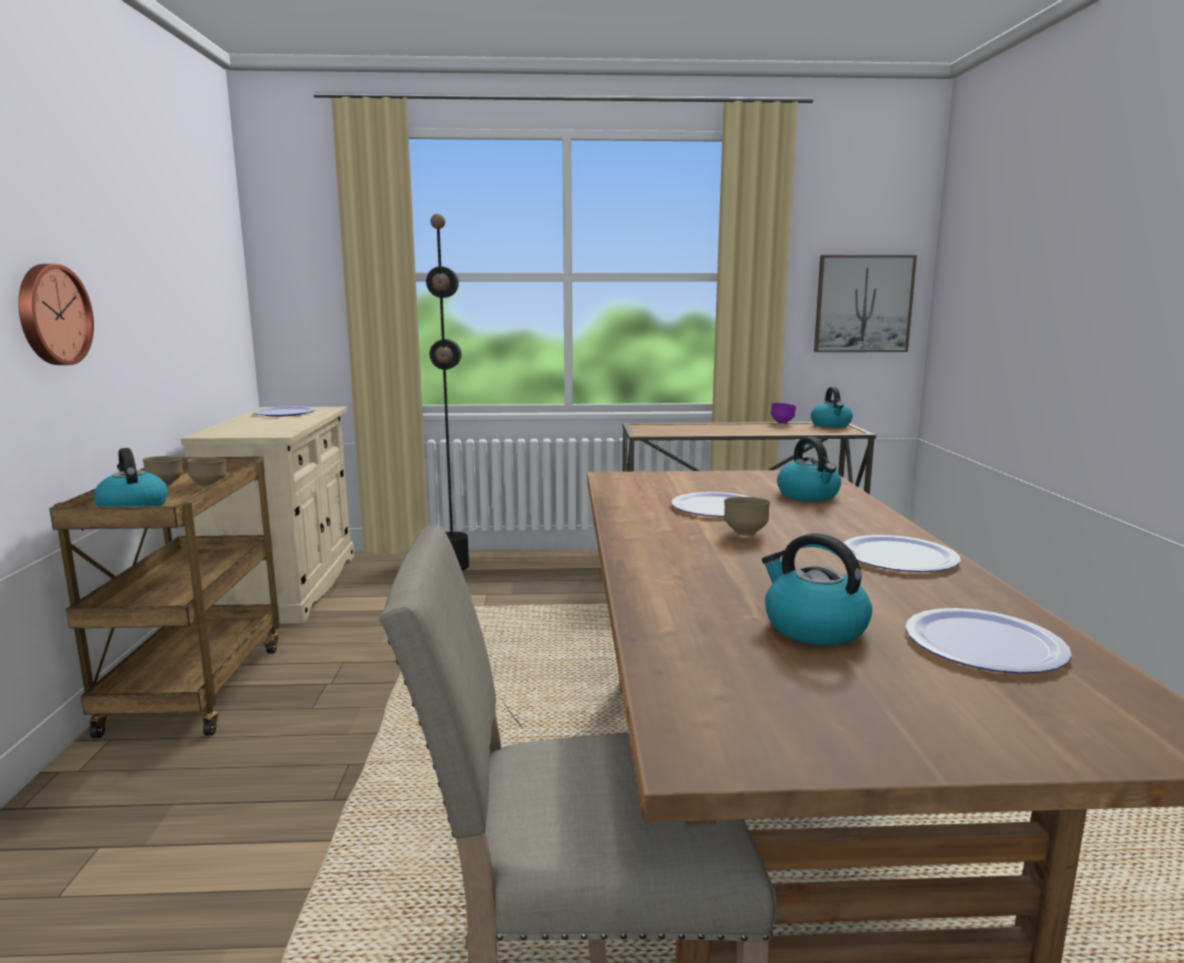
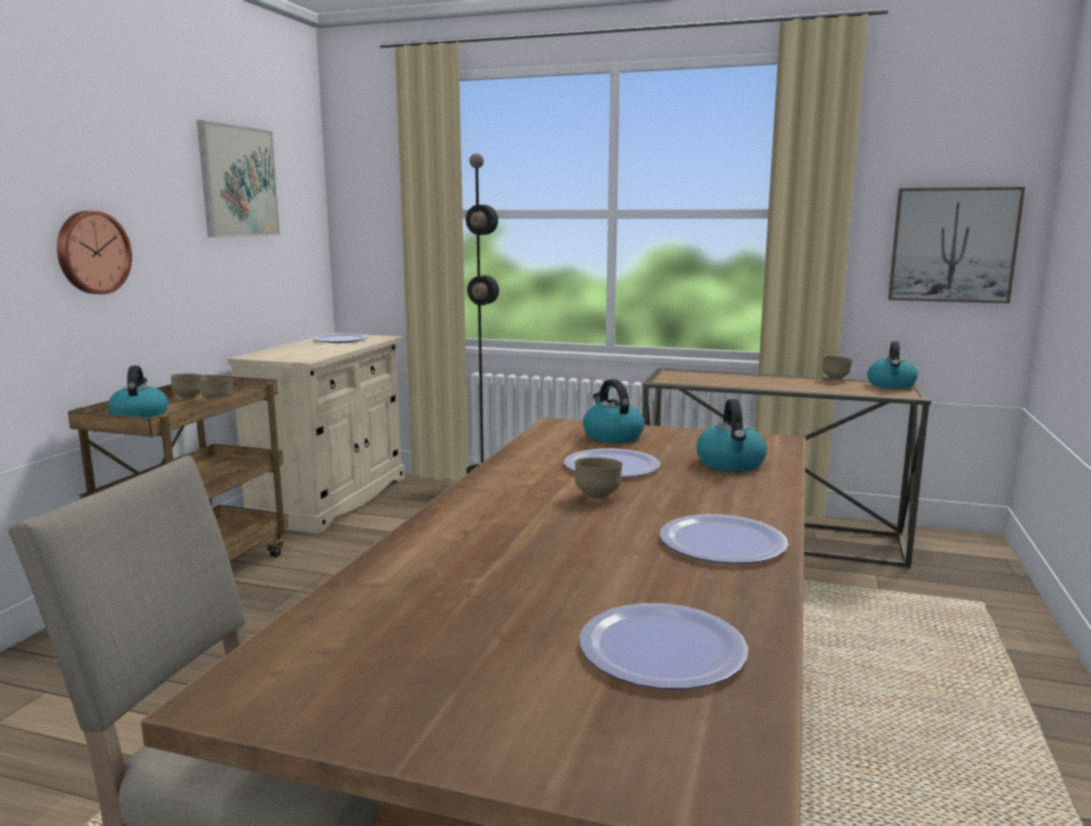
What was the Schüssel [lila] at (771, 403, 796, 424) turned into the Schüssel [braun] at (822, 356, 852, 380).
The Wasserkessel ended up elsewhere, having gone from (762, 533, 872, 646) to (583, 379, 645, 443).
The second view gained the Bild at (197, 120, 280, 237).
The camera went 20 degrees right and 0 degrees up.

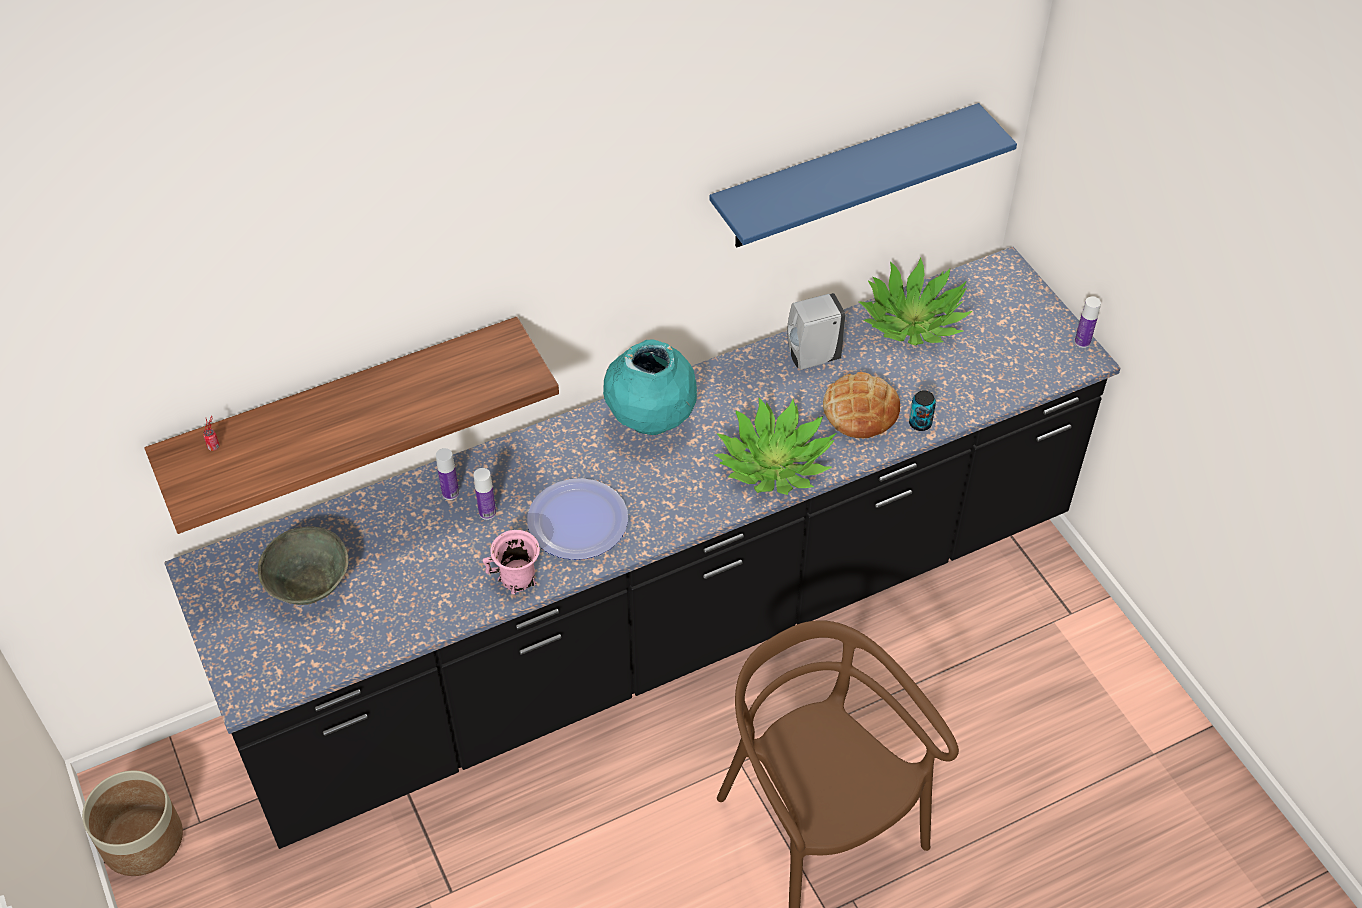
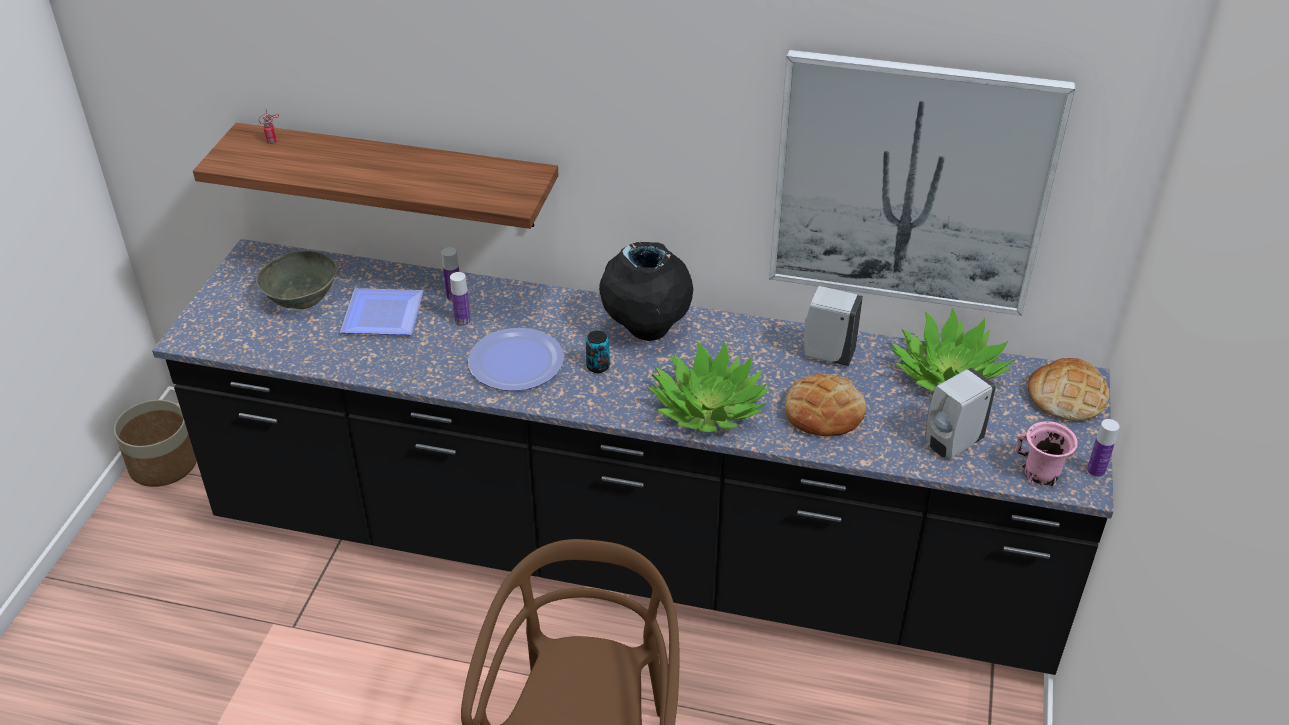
Where the Wandregal [blau] hung at (709, 103, 1017, 248), the Bild came to hang at (769, 50, 1075, 316).
What was the Vase [türkis] at (603, 339, 697, 435) turned into the Vase [schwarz] at (599, 242, 693, 341).
The Dose ended up elsewhere, having gone from (909, 390, 936, 431) to (586, 330, 610, 373).
The Henkelbecher [rosa] ended up elsewhere, having gone from (483, 530, 540, 594) to (1015, 421, 1077, 487).
The second view gained the Teller at (340, 288, 423, 335).
The second view gained the Brot at (1027, 358, 1110, 421).
The second view gained the Seifenspender [weiß] at (925, 368, 996, 459).
The camera went 40 degrees right and 10 degrees down.

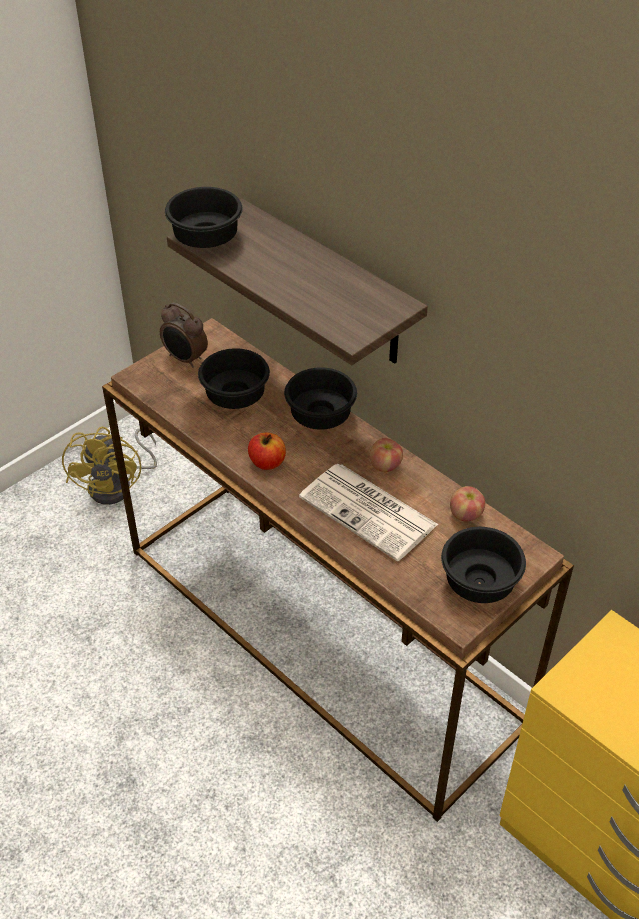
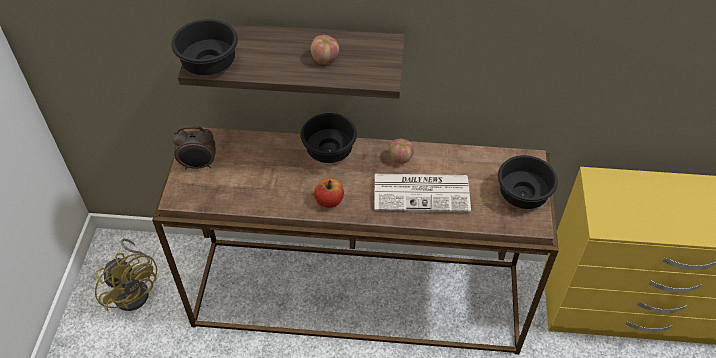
The second view lost the Schüssel [schwarz] at (198, 348, 270, 409).
The Apfel ended up elsewhere, having gone from (450, 486, 485, 521) to (311, 35, 339, 64).
The camera went 40 degrees left and 5 degrees up.

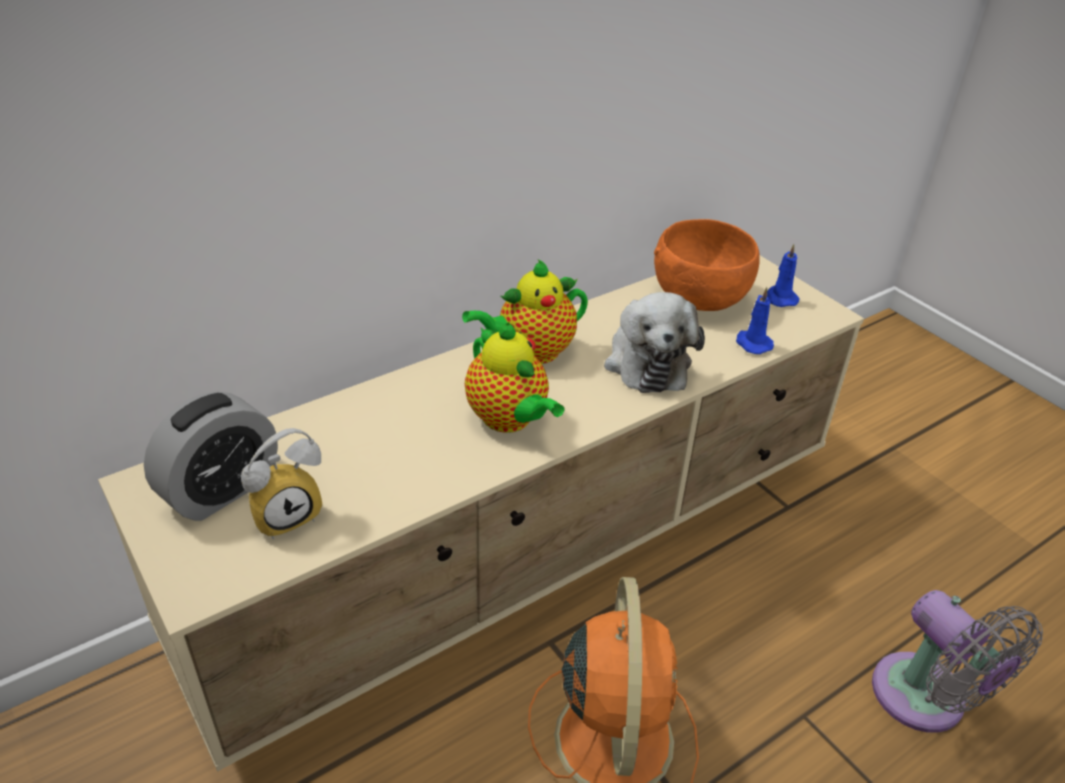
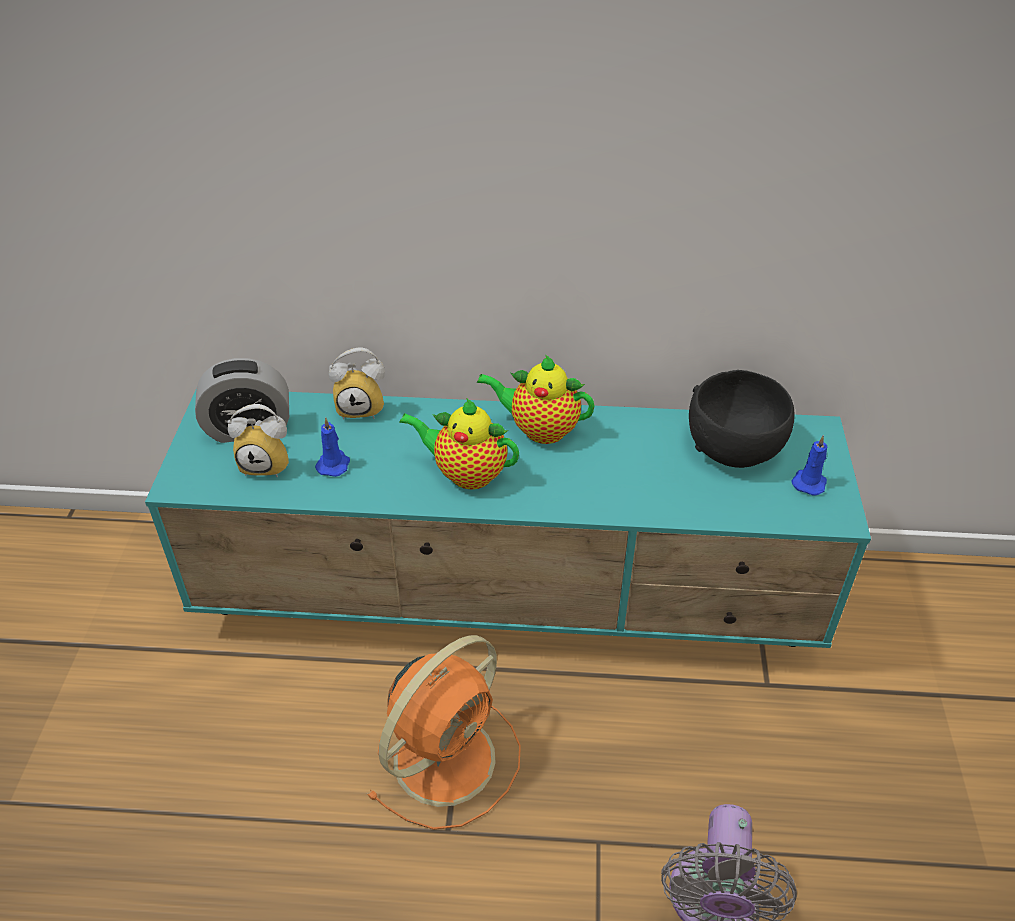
What was the Schüssel [orange] at (654, 219, 760, 311) turned into the Schüssel [schwarz] at (689, 370, 795, 468).
What was the Fernsehschrank [beige] at (98, 256, 864, 771) turned into the Fernsehschrank [türkis] at (145, 388, 871, 648).
The Kerze [blau] ended up elsewhere, having gone from (736, 287, 774, 354) to (315, 417, 350, 477).
The second view lost the Plüschtier at (604, 292, 705, 393).
The Teekanne at (465, 322, 564, 433) ended up facing another way, 105 degrees clockwise from before.
The second view gained the Wecker at (329, 347, 385, 420).
The camera went 40 degrees right and 5 degrees up.

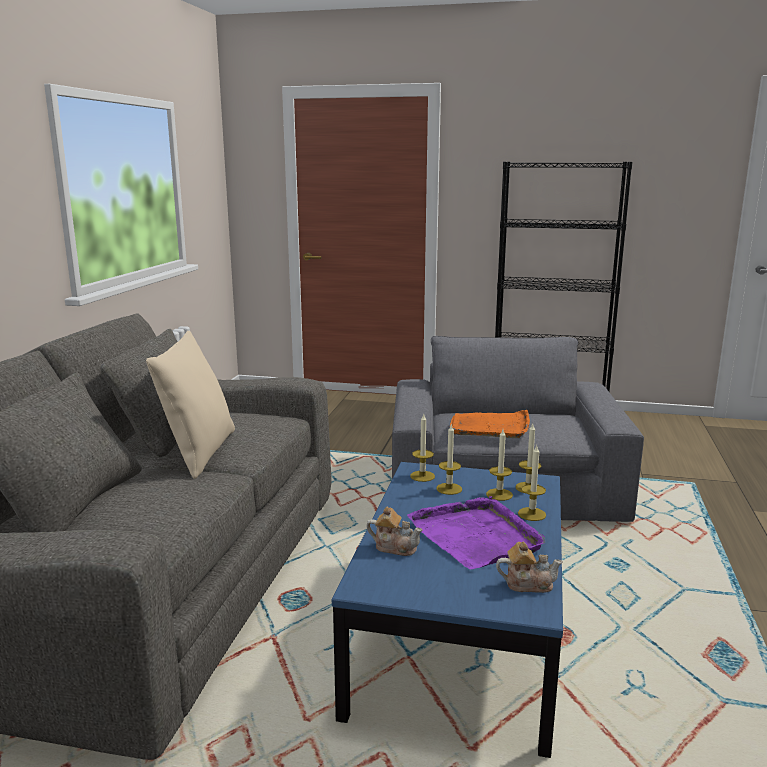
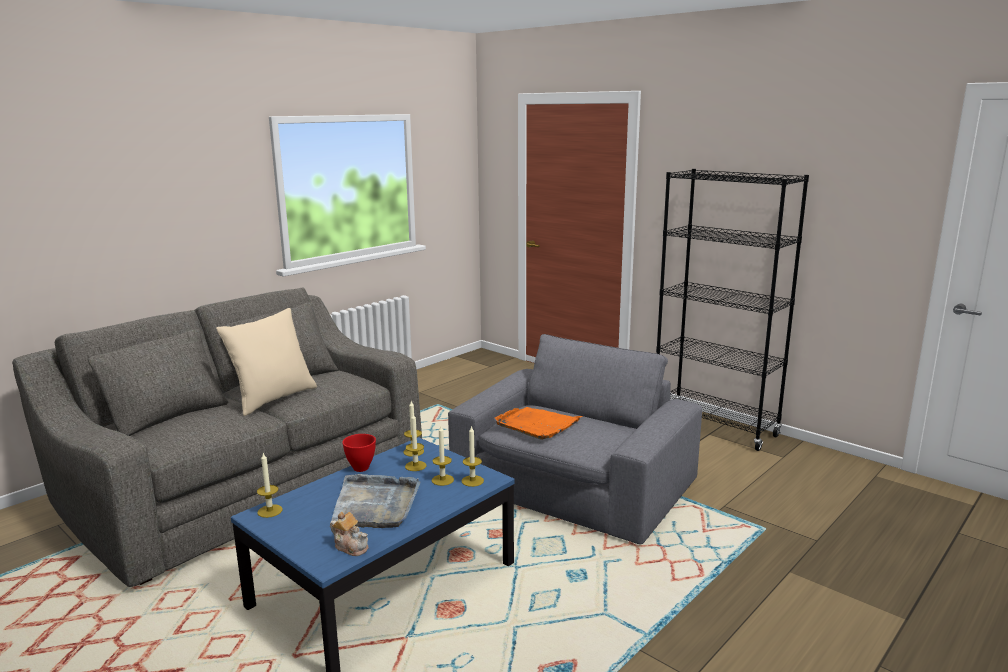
The Kerze ended up elsewhere, having gone from (518, 446, 546, 521) to (257, 453, 283, 518).
What was the Tablett [lila] at (407, 496, 545, 569) turned into the Tablett [grau] at (331, 474, 421, 528).
The second view lost the Teekanne at (367, 507, 422, 556).
The second view gained the Schüssel [rot] at (342, 434, 376, 472).
The camera went 30 degrees right and 0 degrees up.

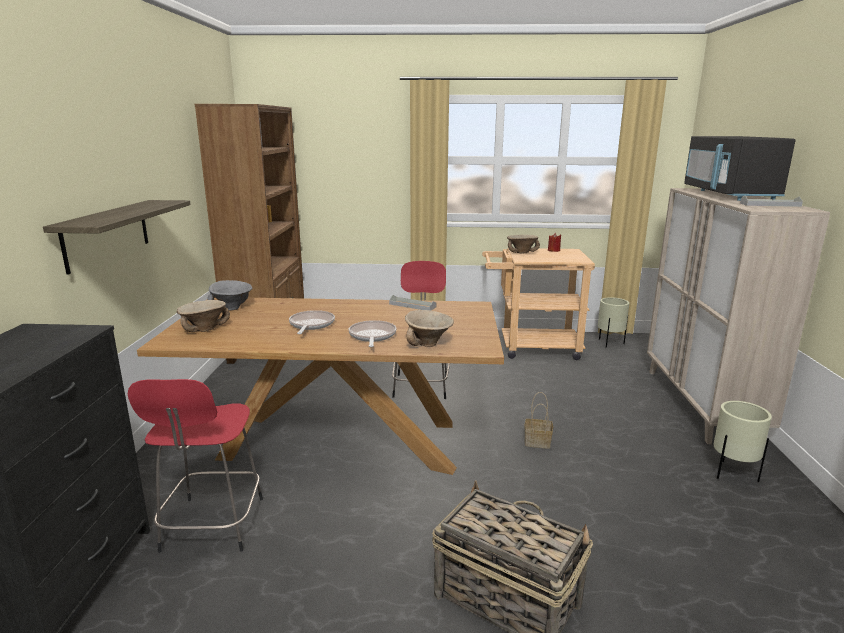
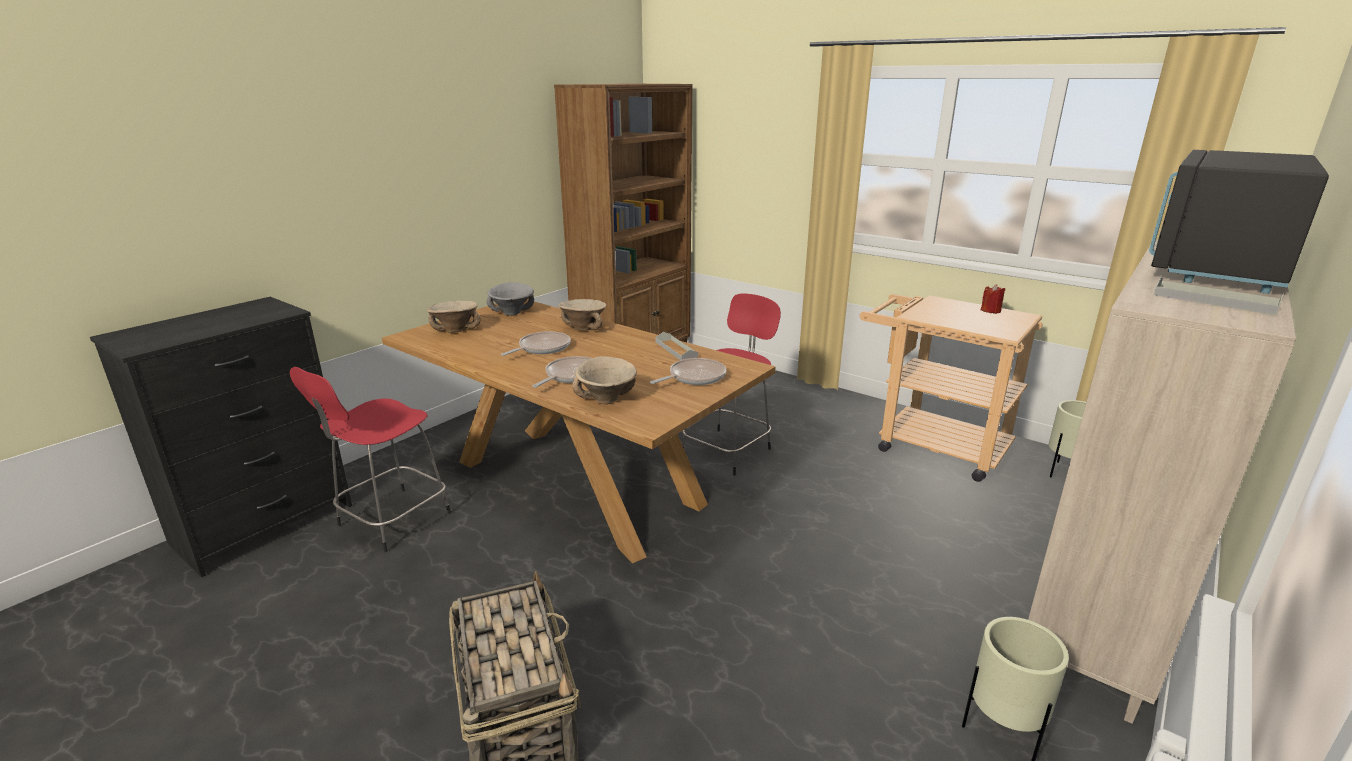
The second view lost the Wandregal at (43, 200, 191, 275).
The Schüssel [beige] ended up elsewhere, having gone from (507, 235, 540, 253) to (558, 299, 607, 331).
The second view lost the Korb at (524, 392, 553, 449).
The second view gained the Pfanne at (650, 358, 726, 385).
The camera went 35 degrees right and 5 degrees up.

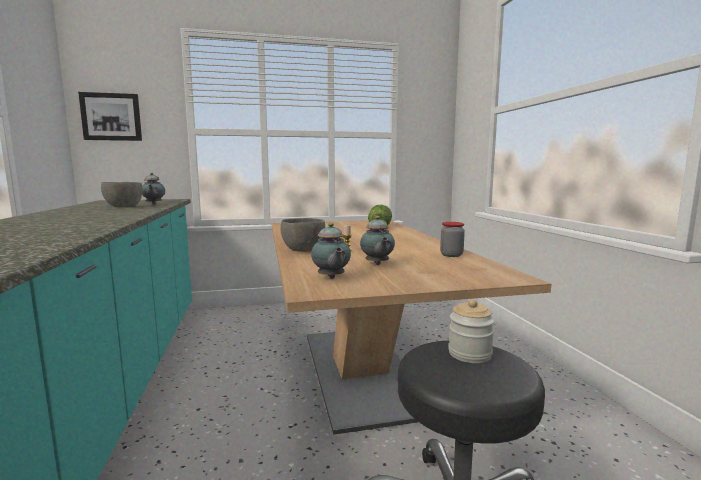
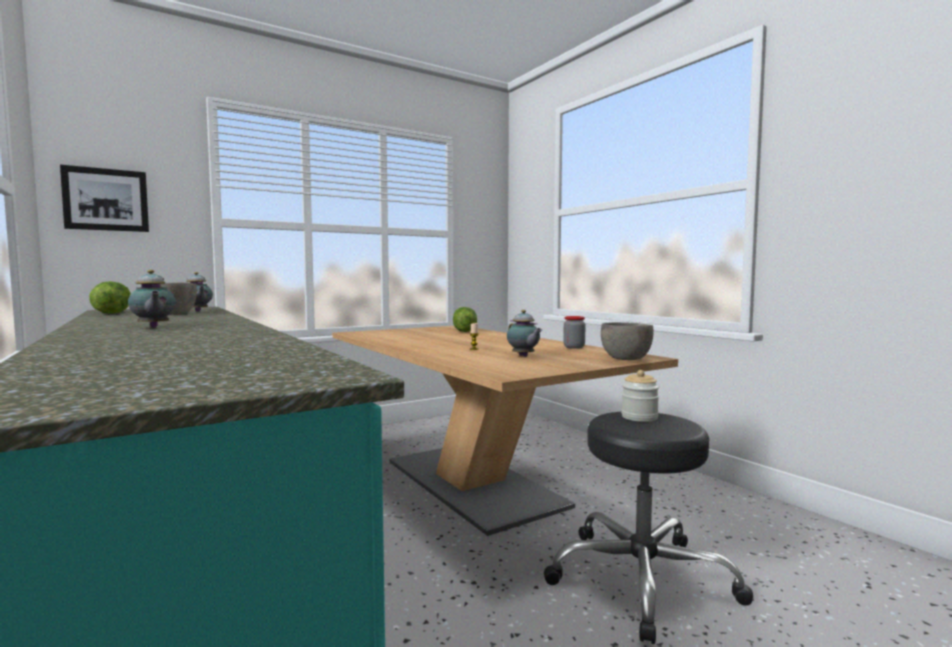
The Schüssel [grau] ended up elsewhere, having gone from (280, 218, 325, 252) to (601, 322, 654, 360).
The Teekanne ended up elsewhere, having gone from (311, 223, 351, 279) to (128, 270, 176, 328).
The second view gained the Salatkopf at (89, 281, 131, 314).
The camera went 20 degrees left and 5 degrees down.

